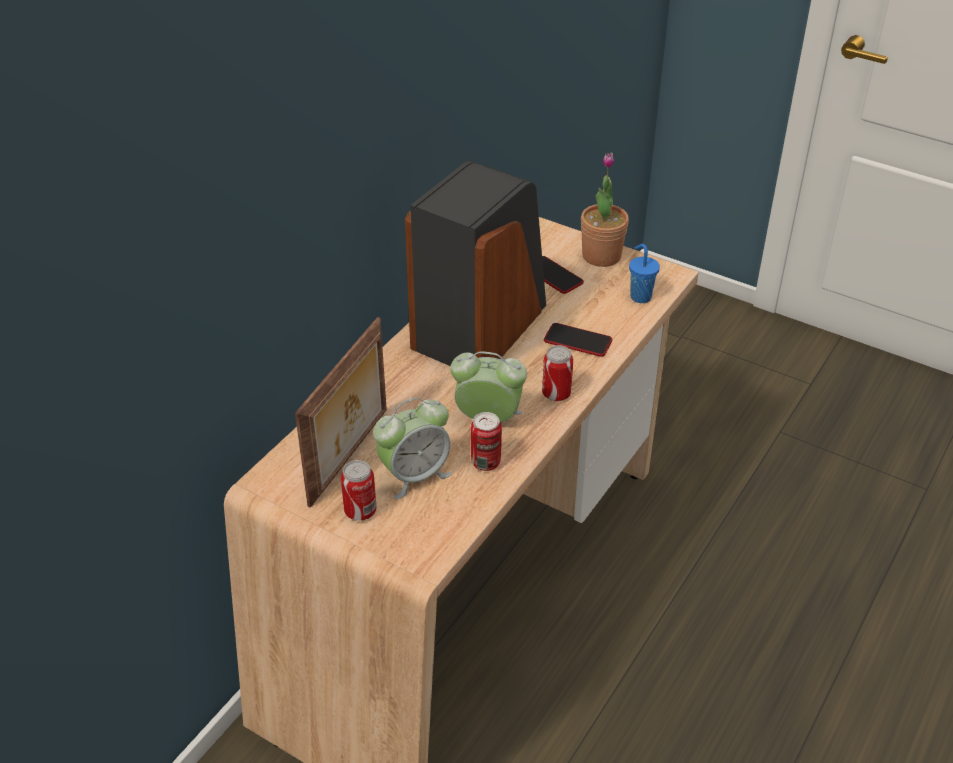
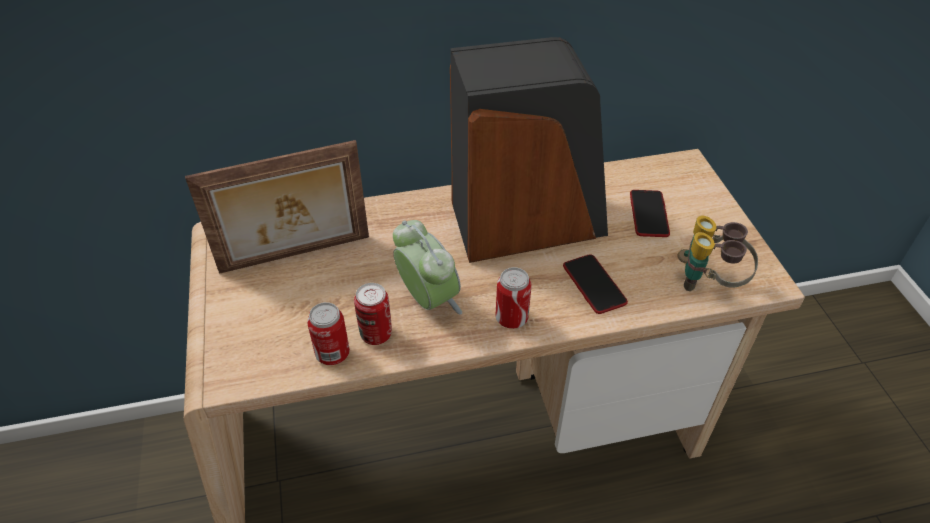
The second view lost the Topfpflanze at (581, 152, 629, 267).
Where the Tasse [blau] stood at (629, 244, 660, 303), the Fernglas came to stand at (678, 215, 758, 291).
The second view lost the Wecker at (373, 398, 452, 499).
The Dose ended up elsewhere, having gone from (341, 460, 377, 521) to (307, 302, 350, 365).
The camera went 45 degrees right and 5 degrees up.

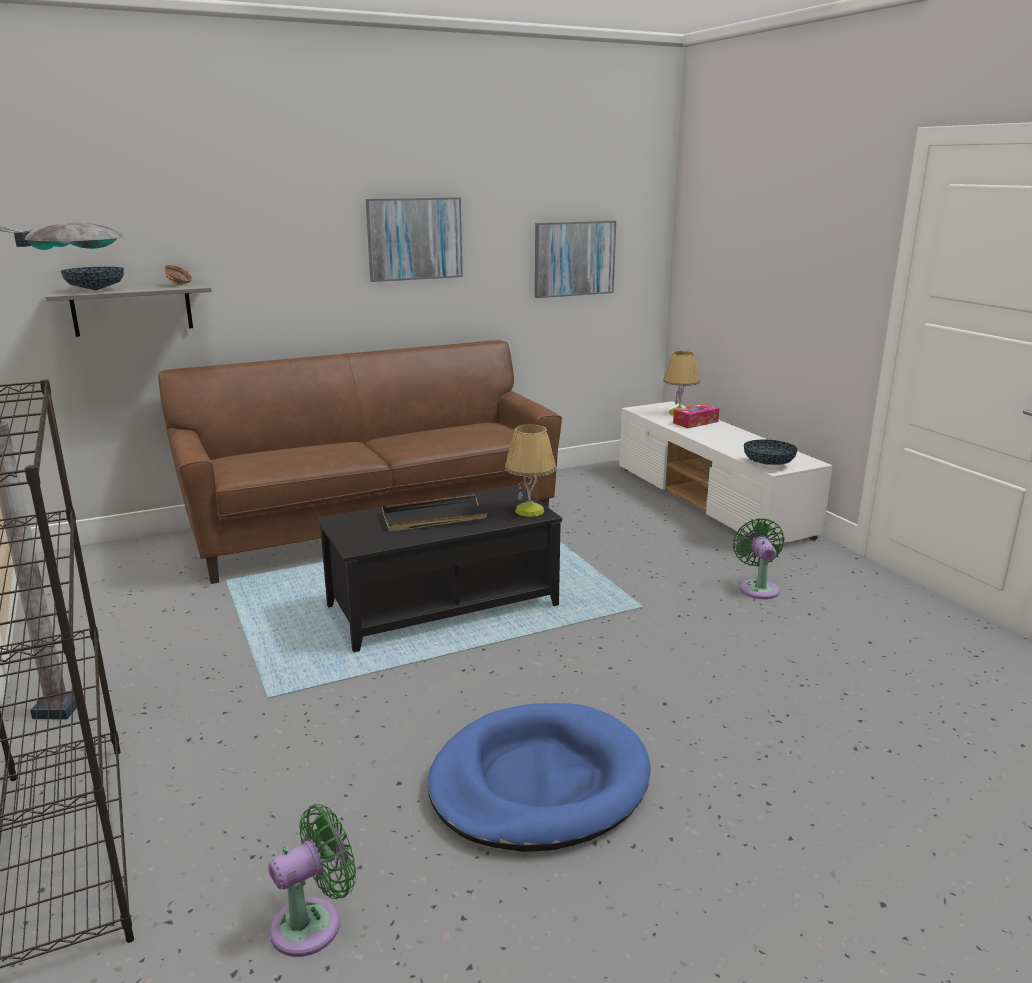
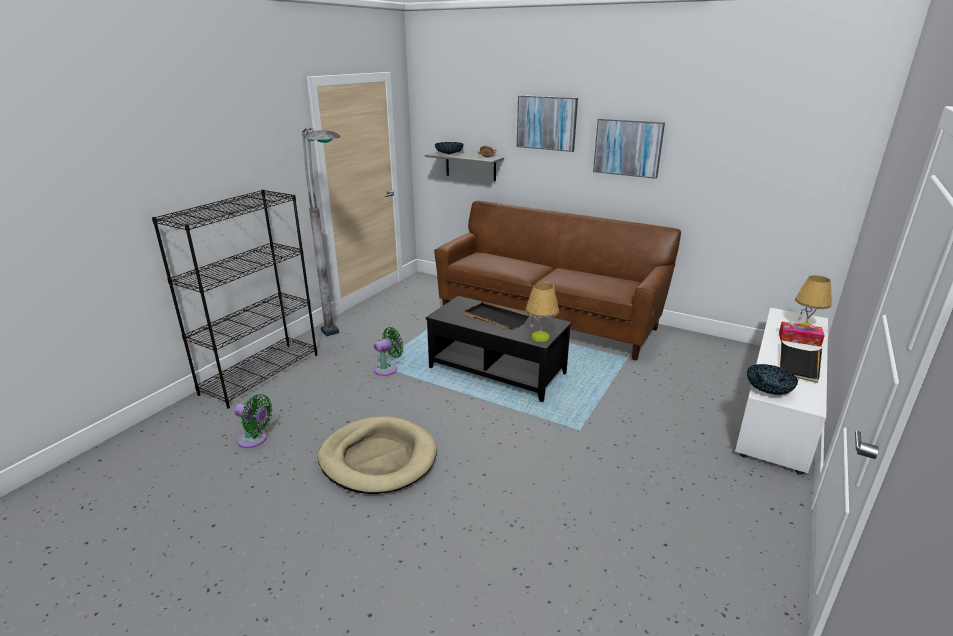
The Bild ended up elsewhere, having gone from (535, 221, 616, 298) to (517, 95, 578, 152).
The Ventilator [grün] ended up elsewhere, having gone from (733, 518, 785, 599) to (374, 327, 404, 376).
What was the Hundebett [blau] at (428, 703, 650, 852) turned into the Hundebett [beige] at (317, 416, 437, 494).
The second view gained the Tablett [schwarz] at (780, 340, 822, 383).
The camera went 55 degrees right and 5 degrees up.

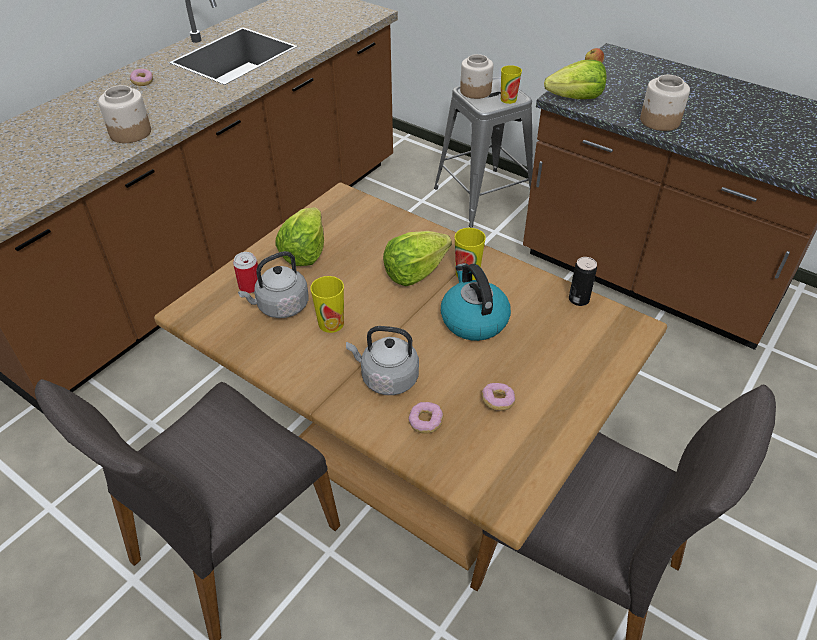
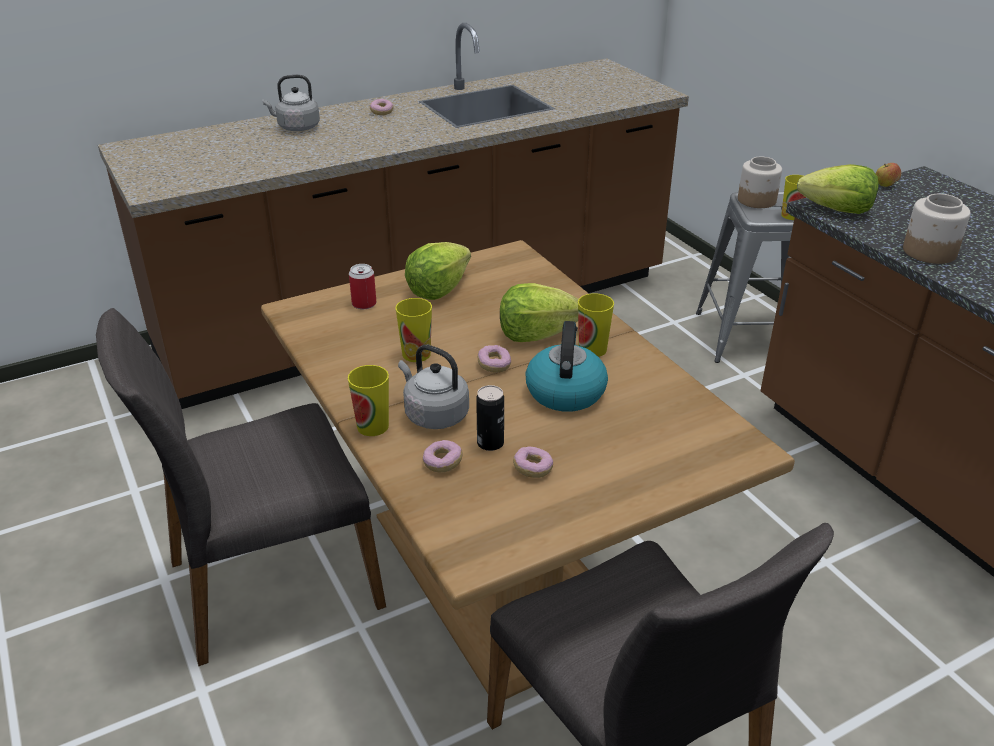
The second view lost the Vorratsglas at (98, 85, 151, 143).
The Wasserkessel [grau] ended up elsewhere, having gone from (238, 251, 309, 318) to (262, 75, 320, 131).
The Dose ended up elsewhere, having gone from (569, 257, 597, 306) to (476, 385, 504, 451).
The second view gained the Donut at (478, 345, 511, 373).
The second view gained the Tasse at (348, 365, 389, 436).
The camera went 25 degrees right and 10 degrees down.

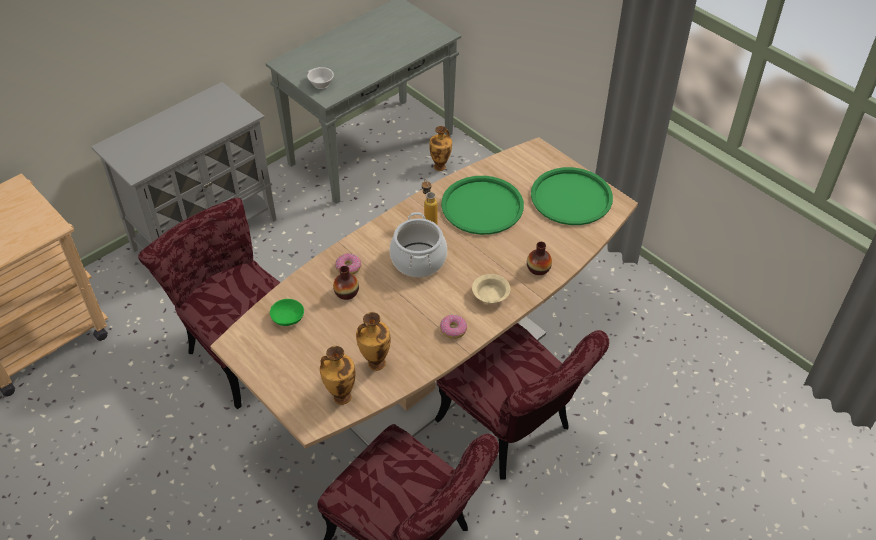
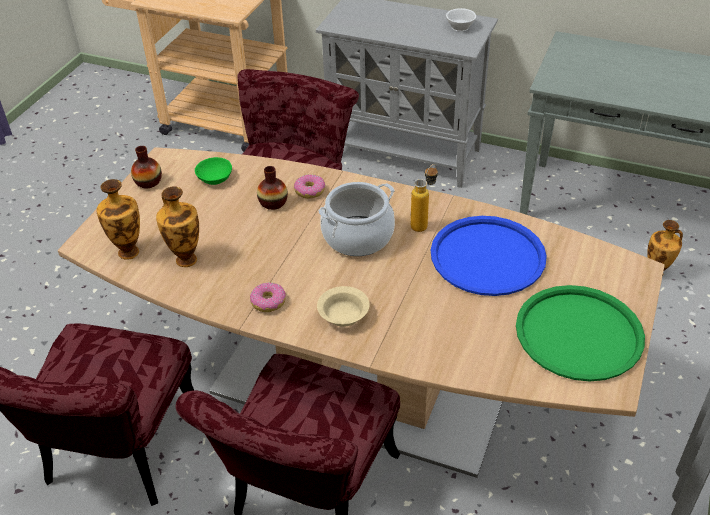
The Tasse [weiß] ended up elsewhere, having gone from (307, 67, 334, 89) to (446, 8, 476, 32).
What was the Tablett [grün] at (441, 176, 524, 235) turned into the Tablett [blau] at (431, 216, 547, 296).
The Vase ended up elsewhere, having gone from (527, 242, 552, 275) to (131, 146, 162, 188).
The camera went 65 degrees right and 5 degrees down.

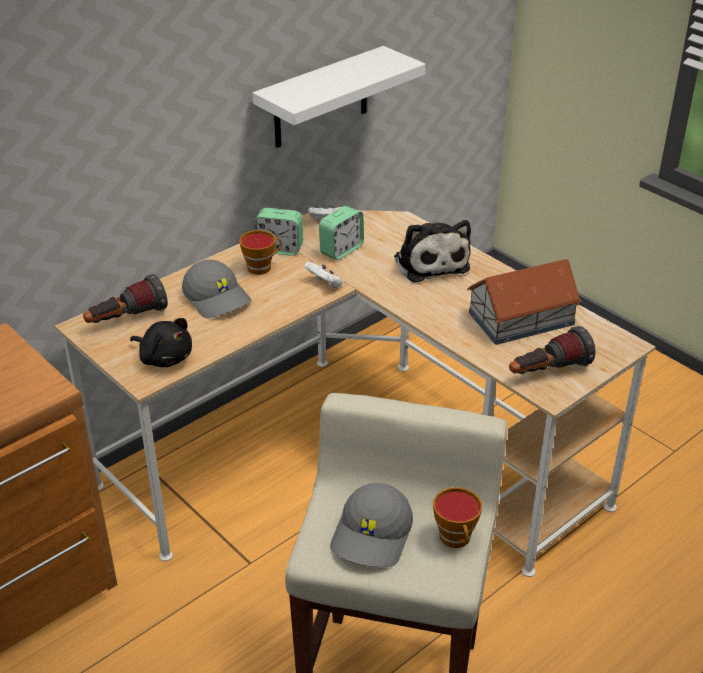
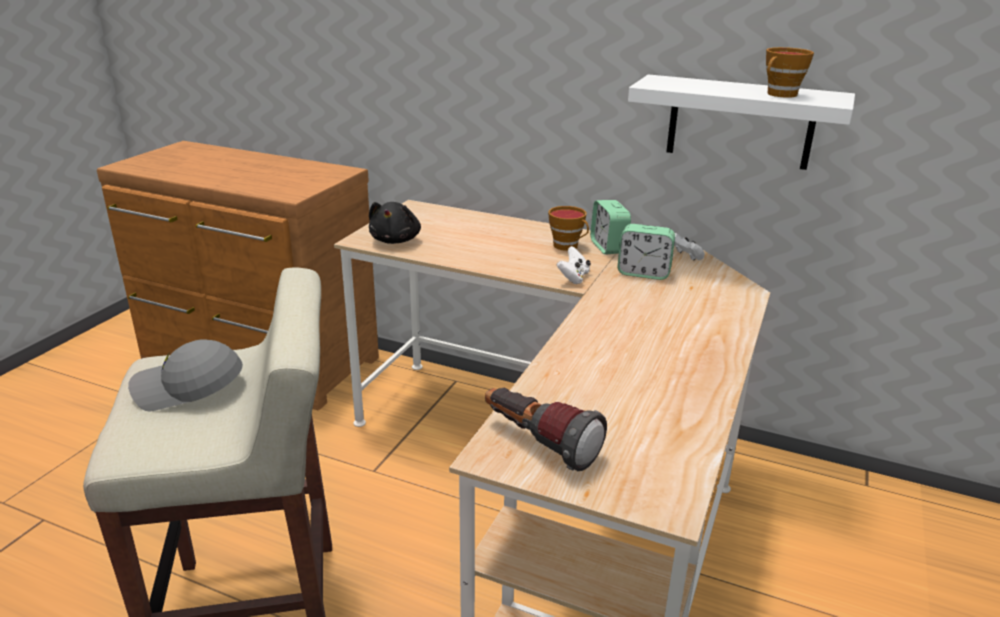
The second view lost the Plüschtier at (394, 220, 471, 283).
The second view lost the Spielzeughaus at (467, 259, 582, 345).
The second view lost the Kappe [grau] at (182, 260, 251, 318).
The second view lost the Taschenlampe at (83, 274, 168, 323).
The Tasse ended up elsewhere, having gone from (433, 487, 482, 548) to (766, 47, 814, 98).
The camera went 65 degrees right and 10 degrees down.

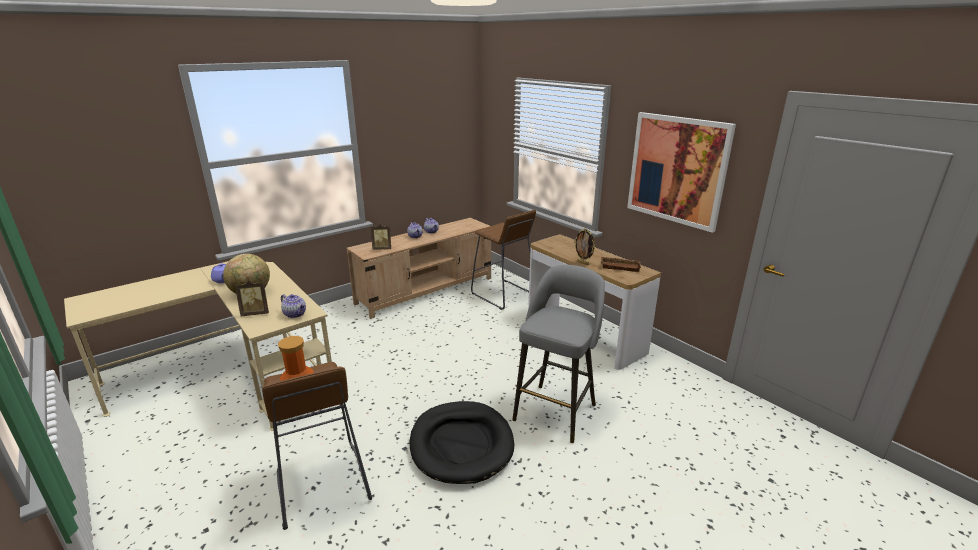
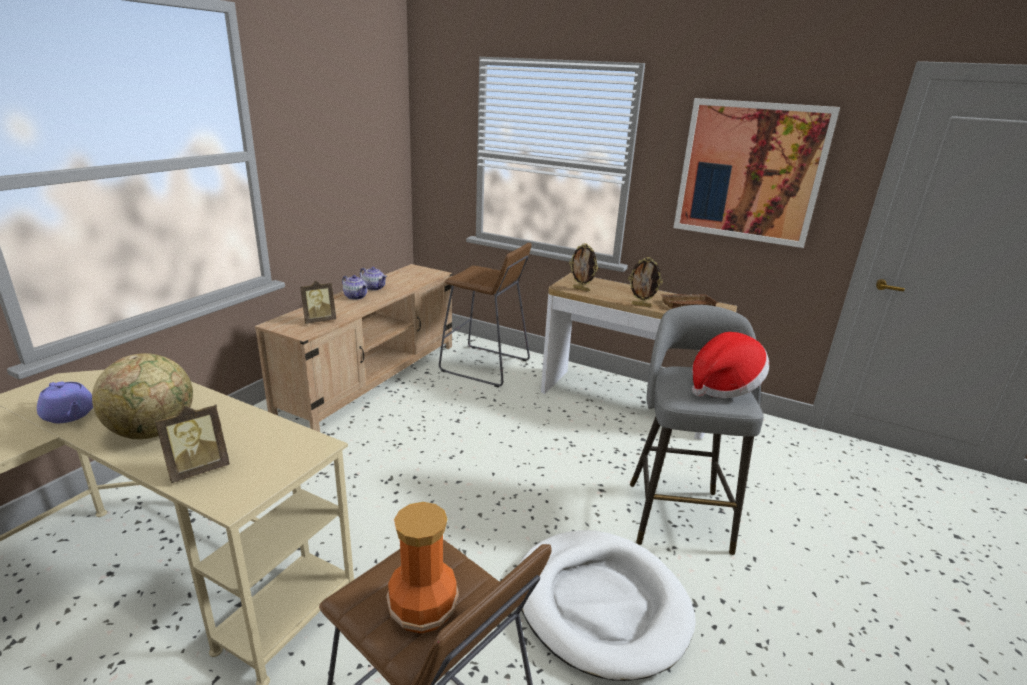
The second view lost the Teekanne at (281, 294, 306, 318).
What was the Hundebett [schwarz] at (409, 401, 514, 484) turned into the Hundebett [weiß] at (519, 530, 696, 681).
The second view gained the Bilderrahmen at (569, 243, 598, 292).
The second view gained the Hut at (692, 332, 769, 398).
The camera went 25 degrees left and 0 degrees up.

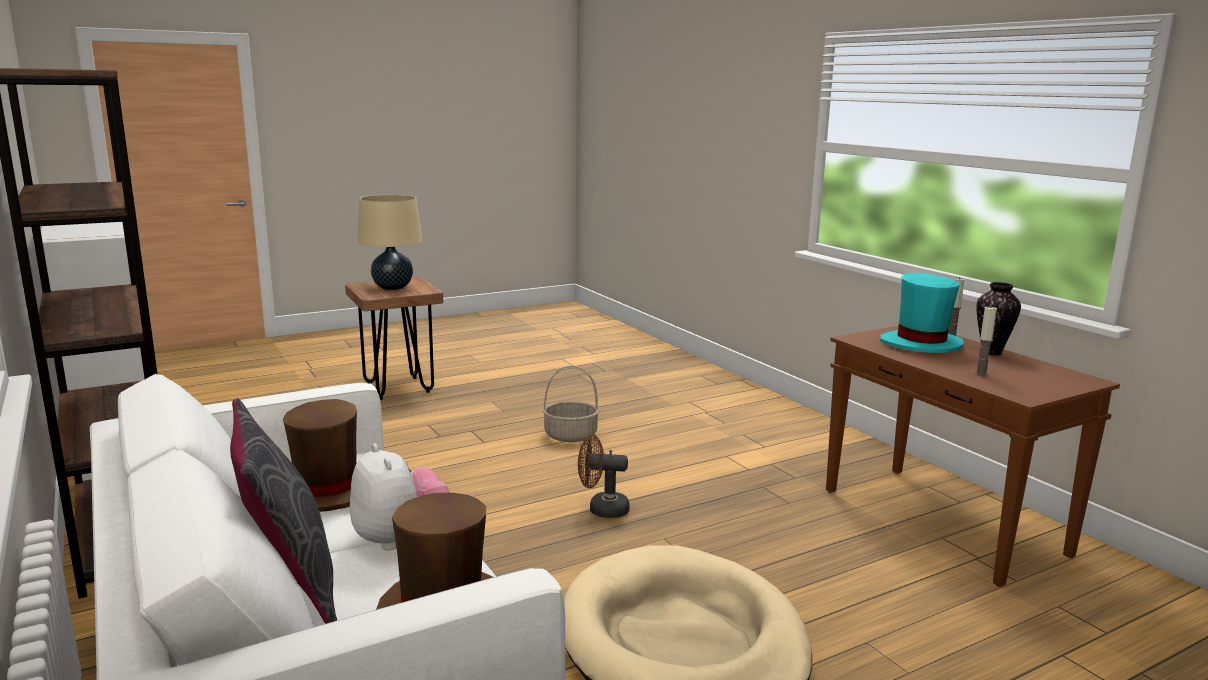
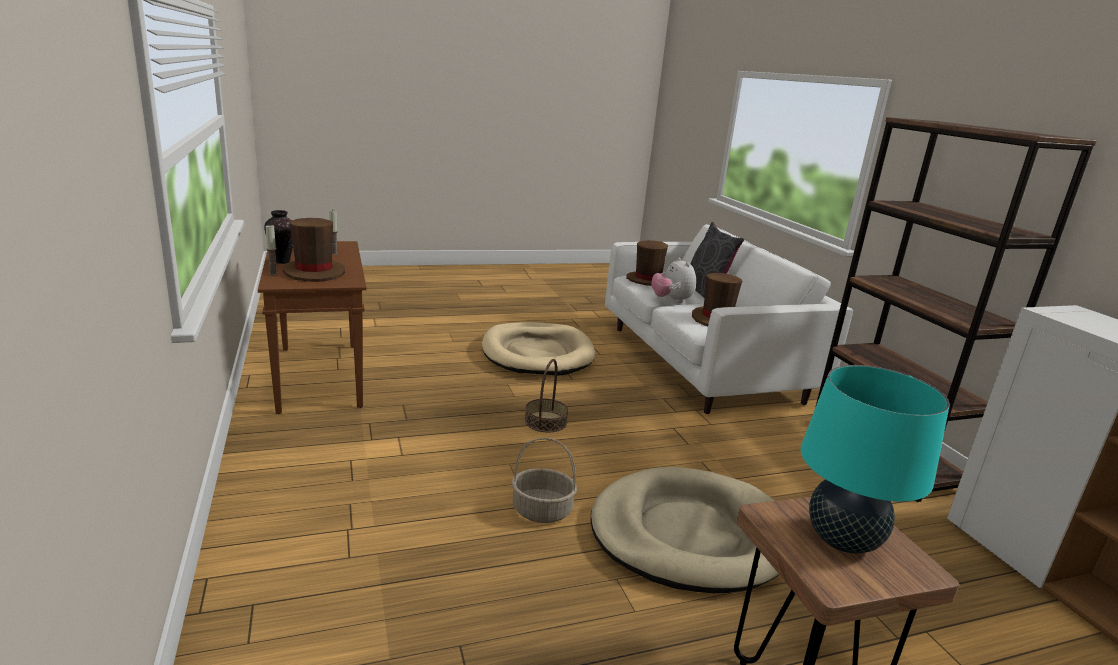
What was the Tischlampe [beige] at (358, 194, 423, 290) turned into the Tischlampe [türkis] at (801, 365, 950, 554).
What was the Hut [türkis] at (880, 274, 964, 353) turned into the Hut [braun] at (283, 218, 345, 282).
Where the Ventilator [braun] stood at (578, 435, 630, 518), the Korb came to stand at (525, 359, 569, 432).
The second view gained the Hundebett [beige] at (591, 467, 779, 593).
The camera went 170 degrees left and 5 degrees up.

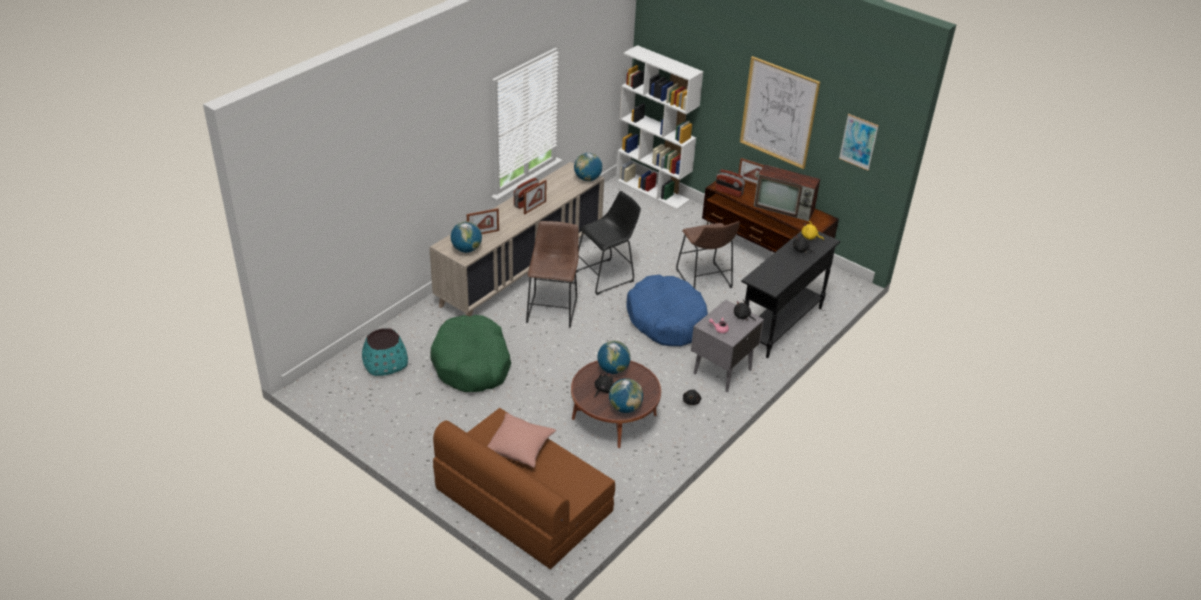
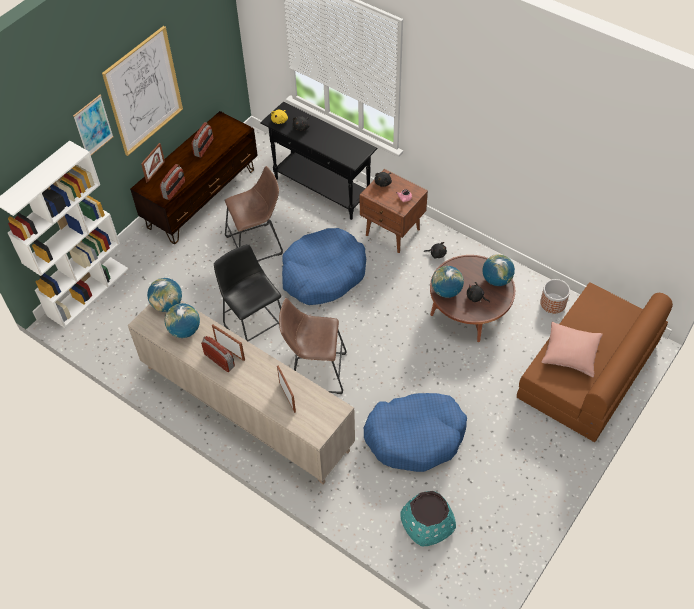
The Bild ended up elsewhere, having gone from (839, 114, 879, 171) to (73, 95, 114, 155).
Where the Fernseher stood at (754, 165, 820, 221), the Radio came to stand at (191, 122, 213, 158).
The Globus ended up elsewhere, having gone from (451, 221, 482, 253) to (165, 303, 200, 338).
What was the Nachttisch [grau] at (691, 300, 764, 392) turned into the Nachttisch [braun] at (360, 169, 428, 253).
What was the Hundebett [grün] at (430, 315, 511, 392) turned into the Hundebett [blau] at (364, 393, 467, 472).
The second view gained the Pflanzkübel at (540, 279, 570, 313).
The camera went 90 degrees left and 15 degrees up.

